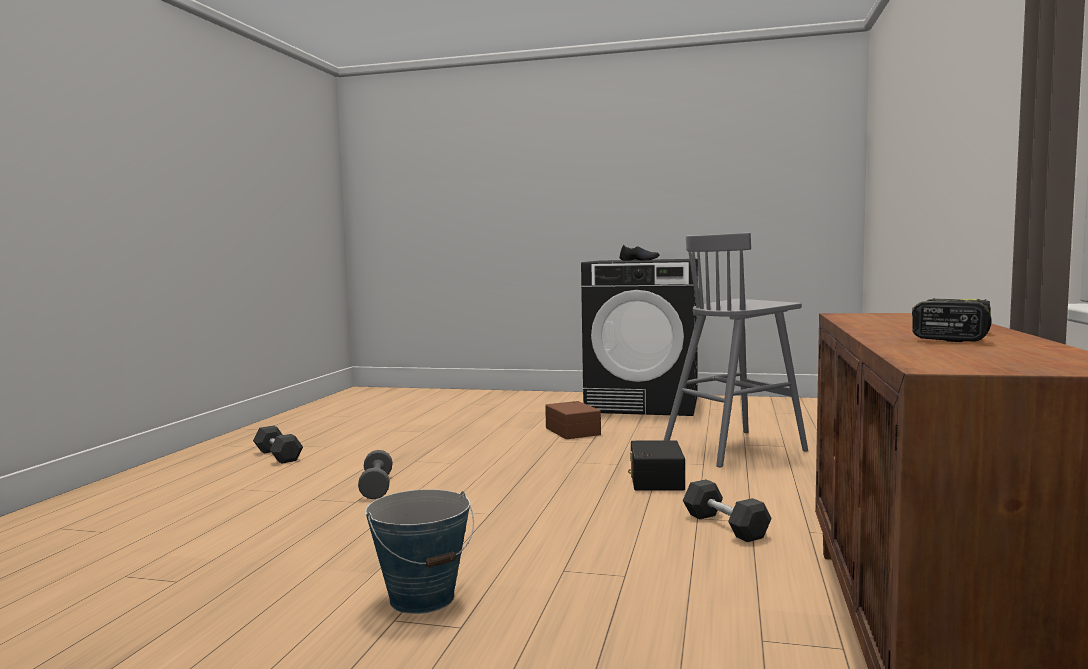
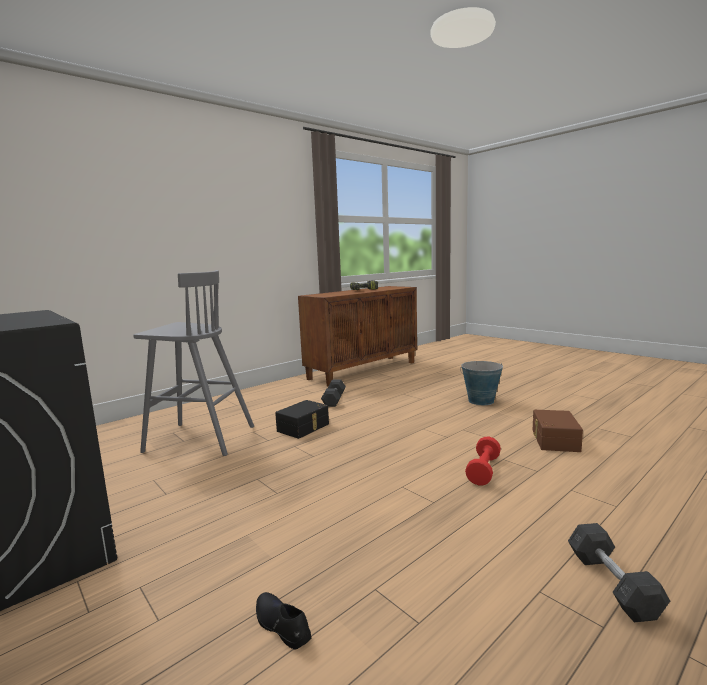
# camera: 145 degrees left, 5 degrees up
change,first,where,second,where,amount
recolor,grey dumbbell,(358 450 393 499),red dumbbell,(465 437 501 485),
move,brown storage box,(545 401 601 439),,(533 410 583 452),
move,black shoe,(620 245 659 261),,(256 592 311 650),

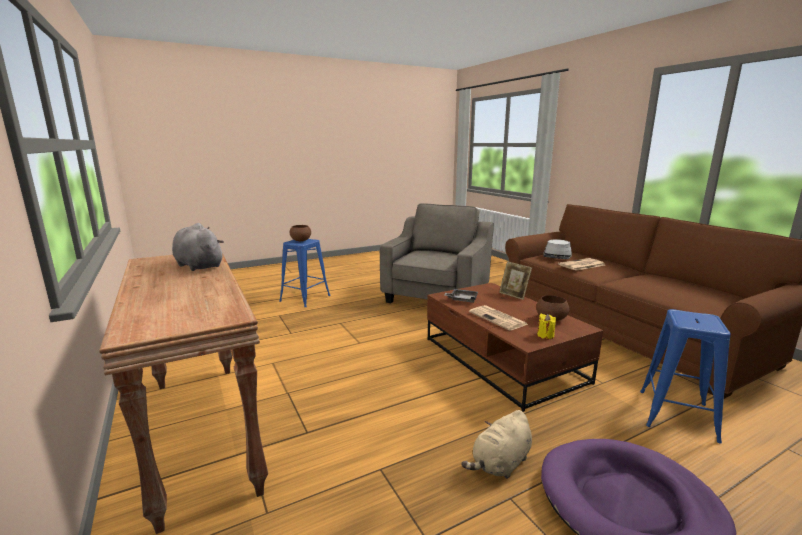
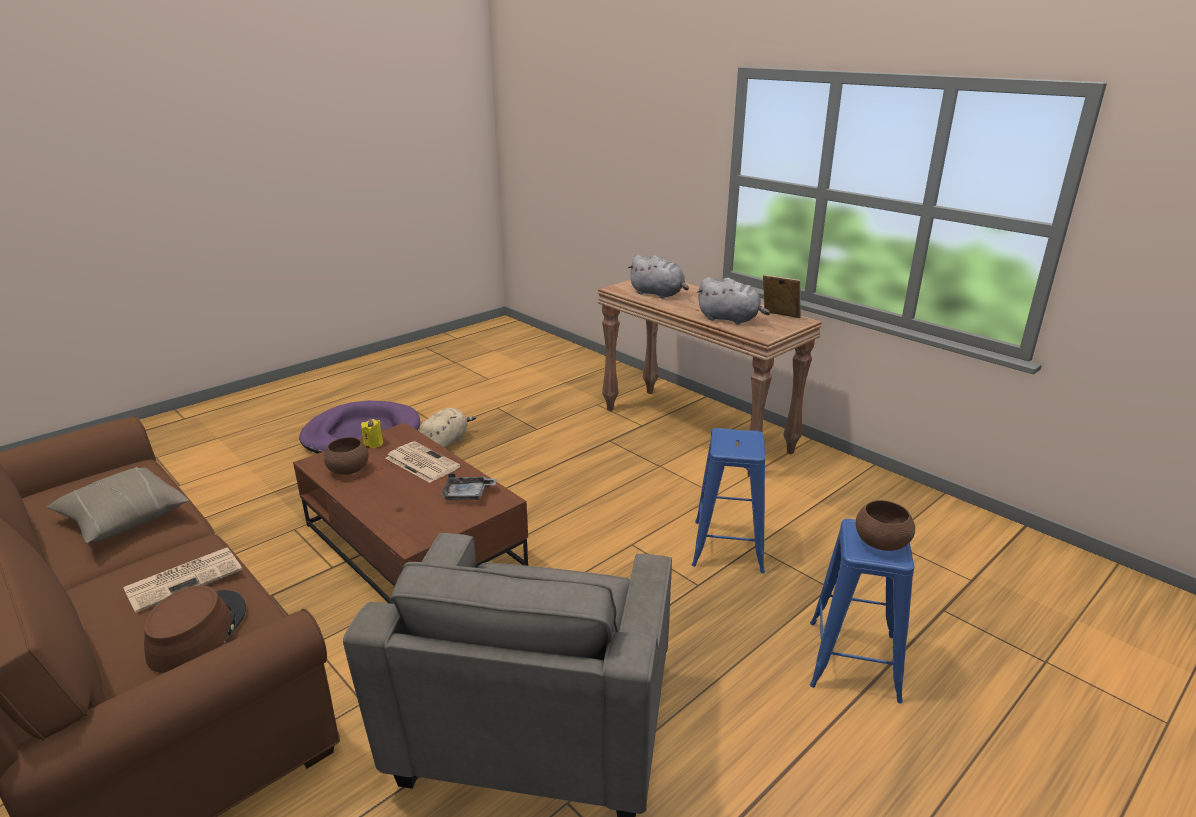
# camera: 165 degrees right, 10 degrees up
change,first,where,second,where,amount
move,picture frame,(499 261 532 300),,(763 275 801 318),
recolor,grey hat,(543 240 572 259),brown hat,(144 585 246 673),
move,blue stool,(640 309 731 444),,(692 428 766 573),
insert,,,beige pillow,(47 467 189 543),
insert,,,grey plush toy,(628 255 689 298),

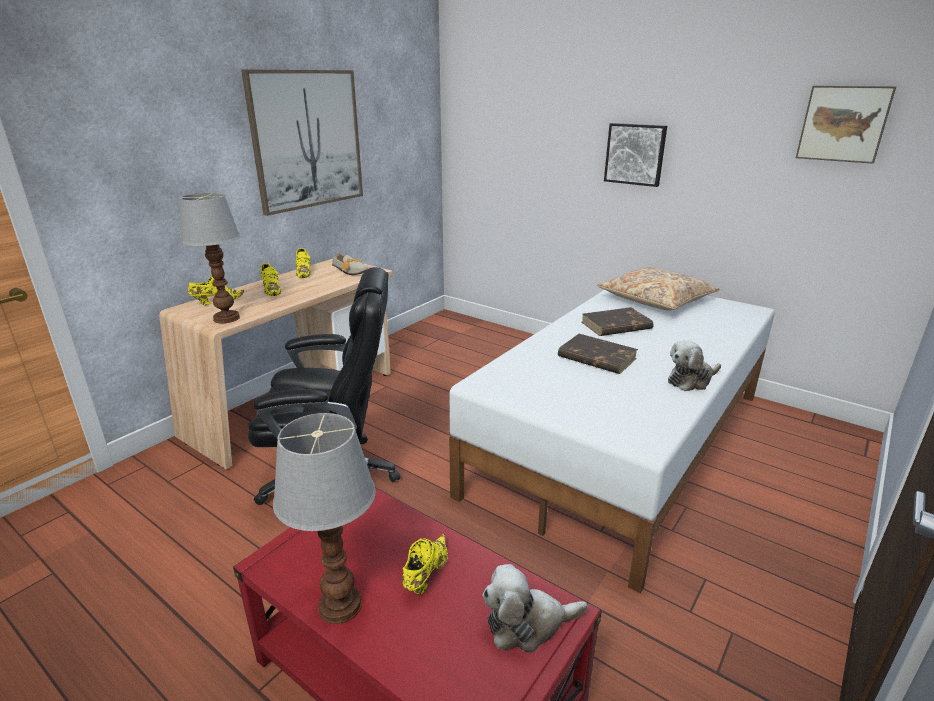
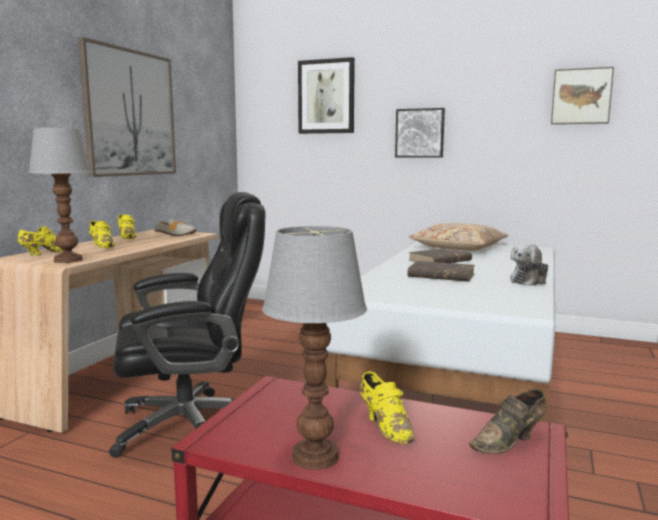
# camera: 15 degrees left, 15 degrees down
change,first,where,second,where,amount
rotate,yellow shoe,(402 533 448 594),,(360 371 415 443),150 degrees clockwise
replace,plush toy,(482 564 588 653),brown shoe,(469 389 546 454),
insert,,,picture,(298 57 355 134),

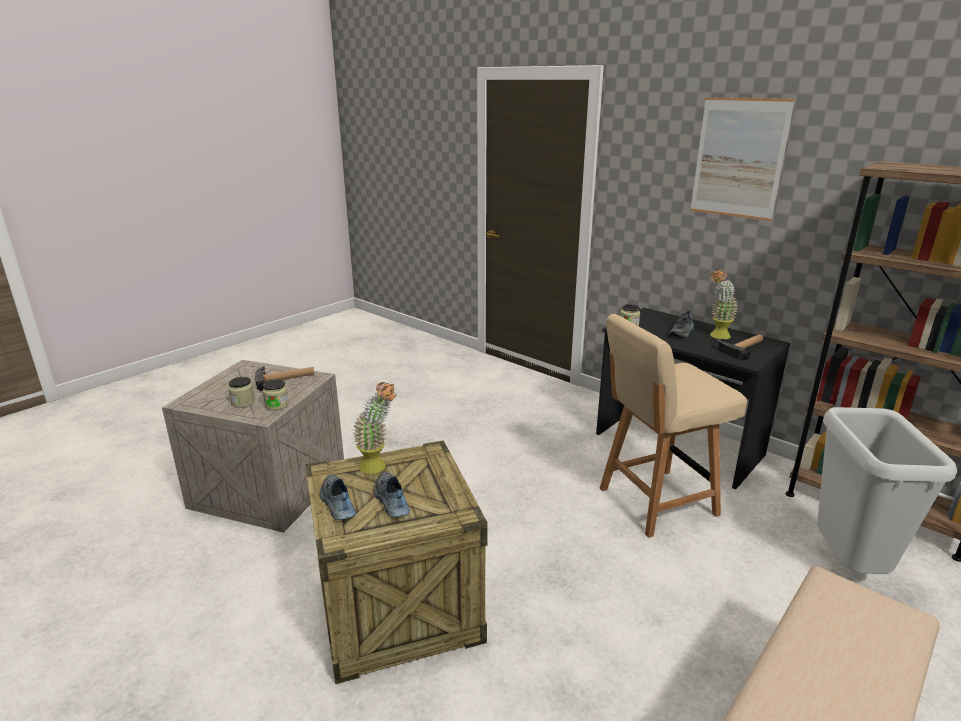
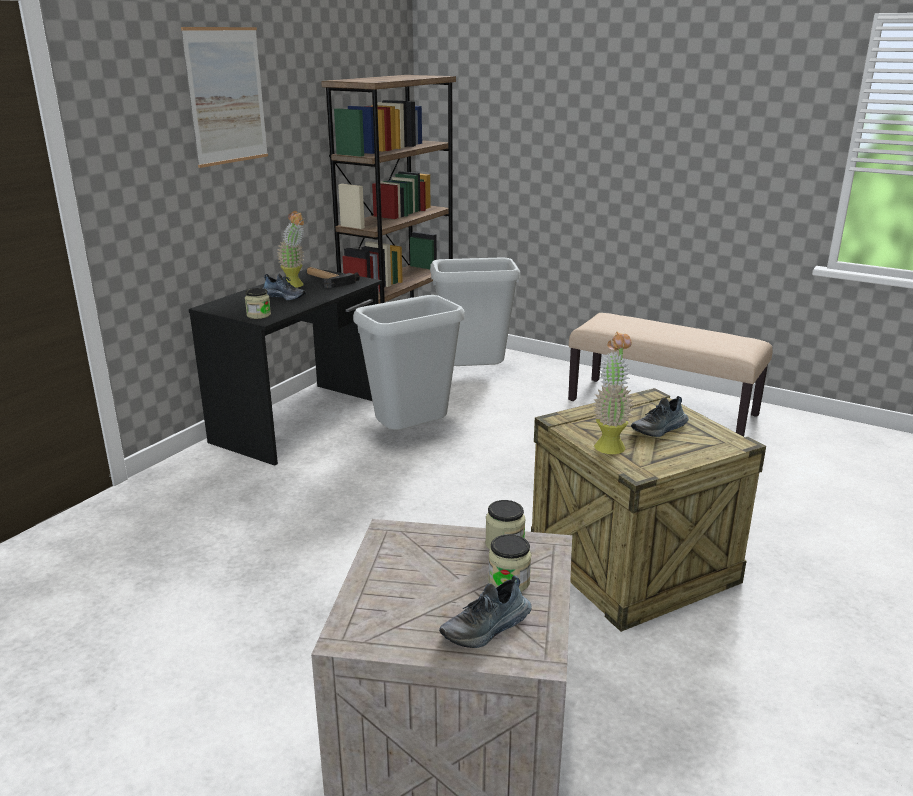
# camera: 100 degrees left, 0 degrees up
change,first,where,second,where,amount
delete,hammer,(255 366 314 391),,,
move,shoe,(320 474 356 520),,(439 576 532 648),
replace,beige chair,(600 314 747 538),grey trash can,(353 295 464 430),

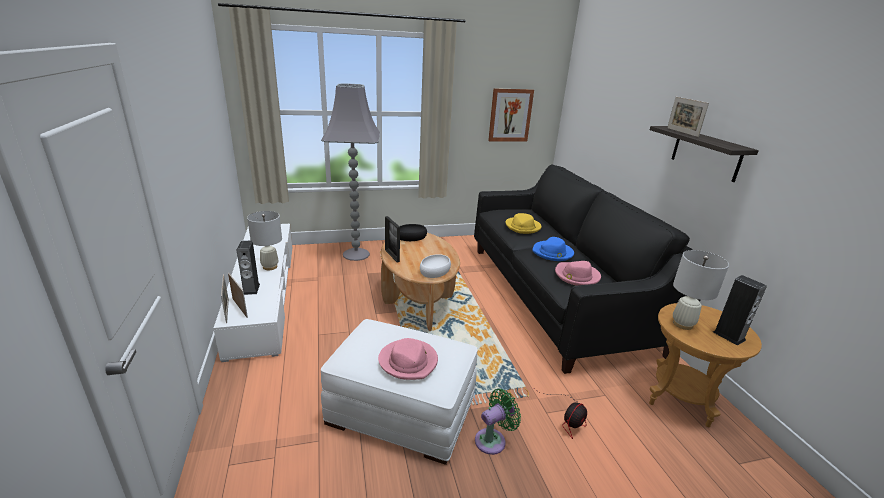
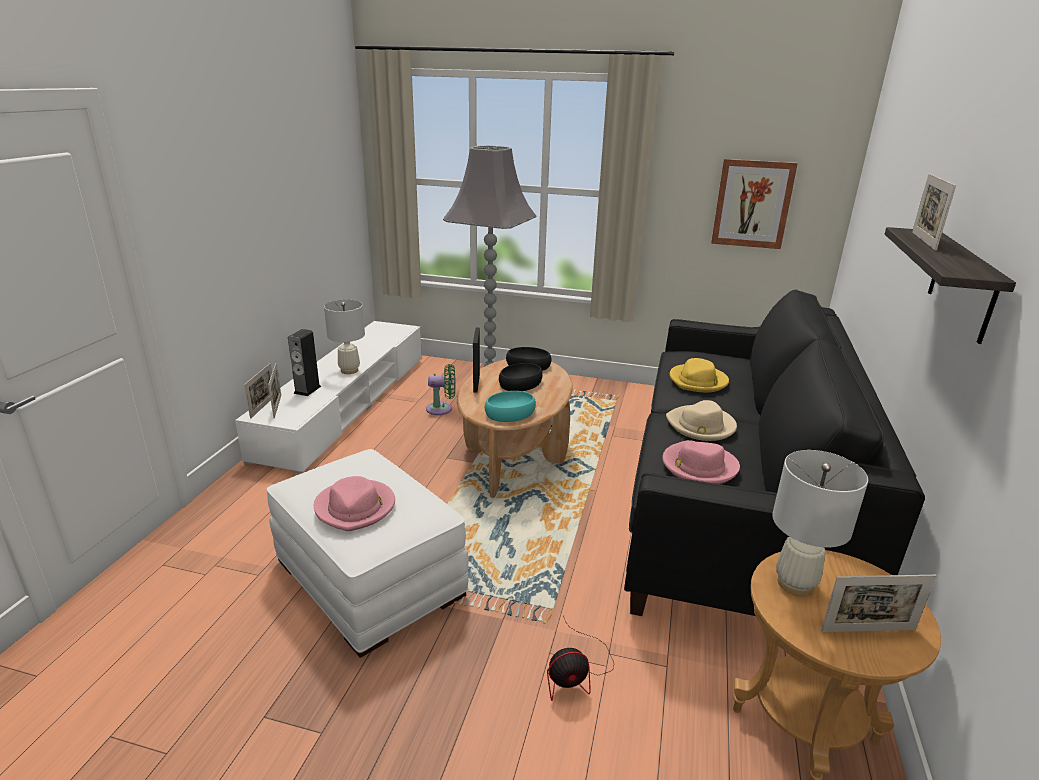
# camera: 30 degrees right, 0 degrees up
change,first,where,second,where,amount
recolor,white bowl,(420 254 451 278),turquoise bowl,(485 391 536 422),
move,green fan,(475 389 521 455),,(426 364 455 415),
recolor,blue hat,(532 237 574 261),beige hat,(666 400 737 441),
replace,speaker,(713 275 767 346),picture frame,(821 575 936 632),
insert,,,black bowl,(499 363 543 391),

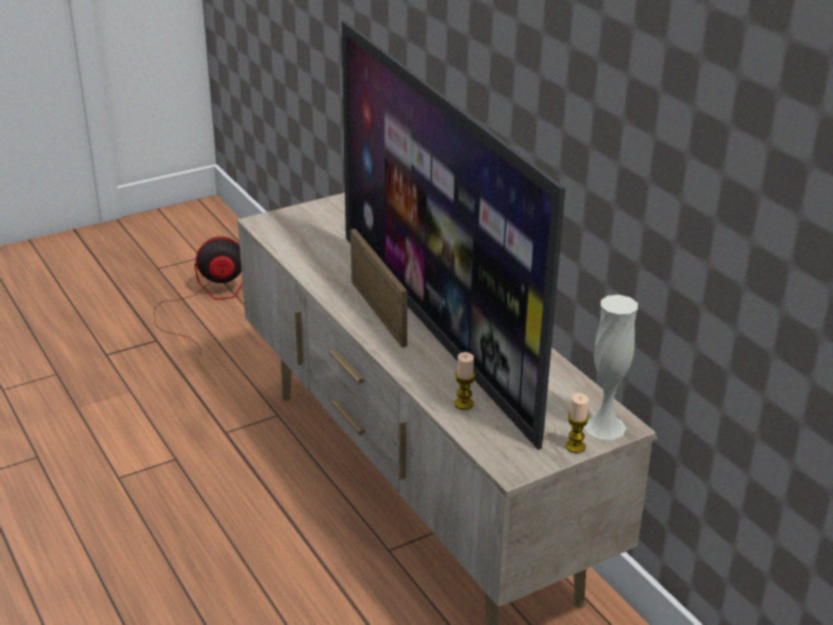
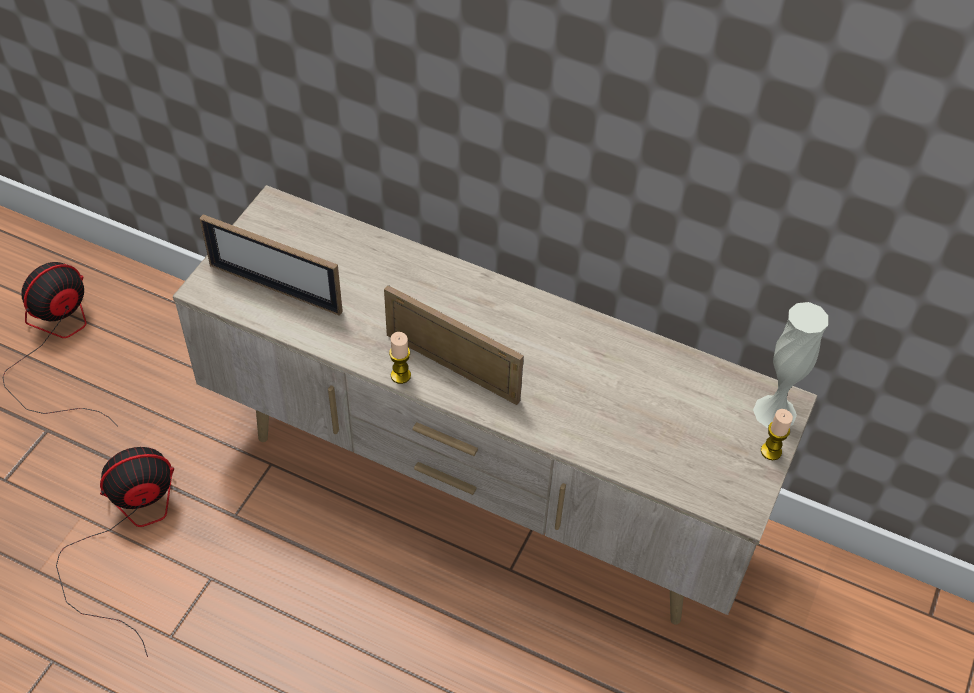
# camera: 35 degrees left, 20 degrees up
change,first,where,second,where,amount
delete,television,(341 20 565 450),,,
move,candle,(454 352 475 410),,(389 332 411 384),
insert,,,fan,(56 447 174 657),
insert,,,picture frame,(199 214 343 316),

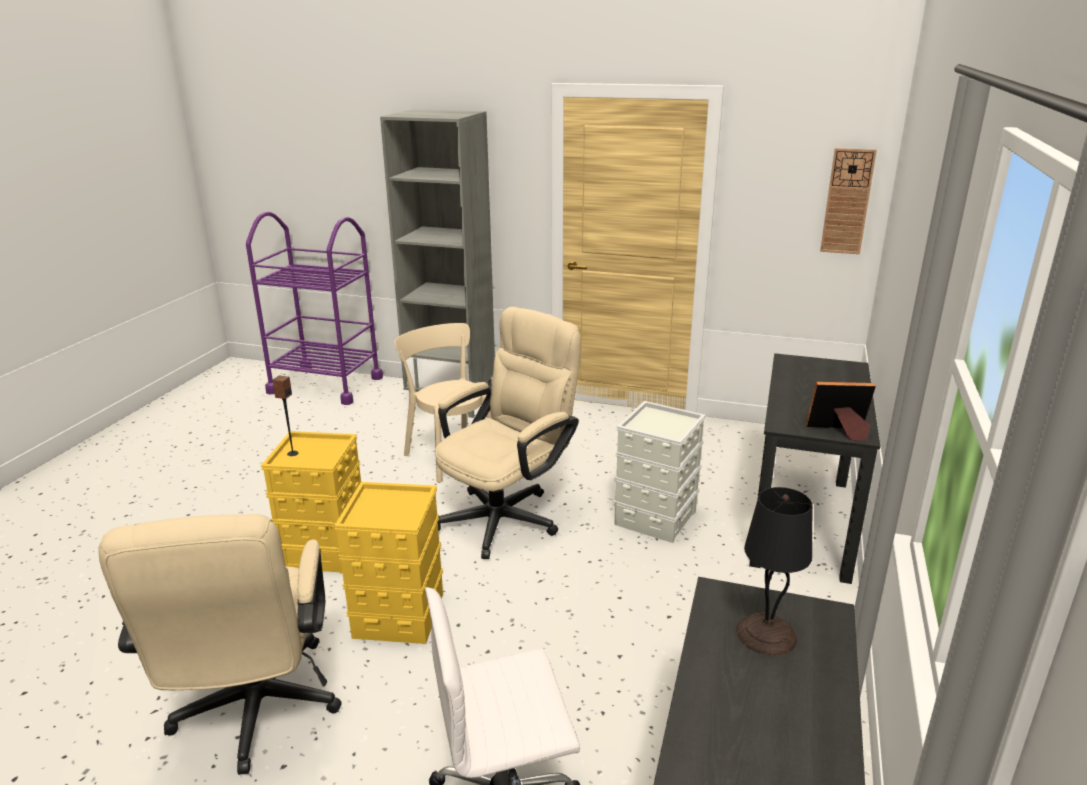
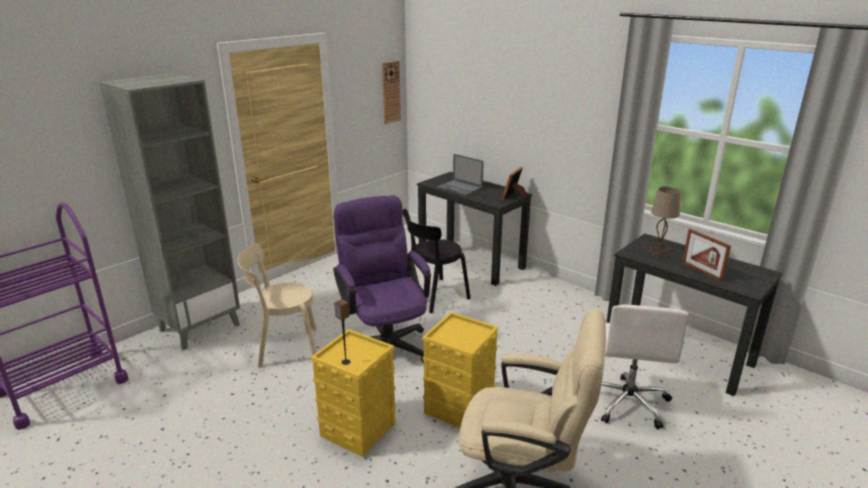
# camera: 65 degrees left, 0 degrees up
change,first,where,second,where,amount
recolor,beige office chair,(435 307 581 559),purple office chair,(333 195 431 363),
replace,grey storage box,(614 401 706 543),black chair,(403 208 471 313),
recolor,black table lamp,(736 487 812 656),beige table lamp,(646 187 681 258),
insert,,,laptop,(436 154 484 196),
insert,,,picture frame,(682 229 731 282),

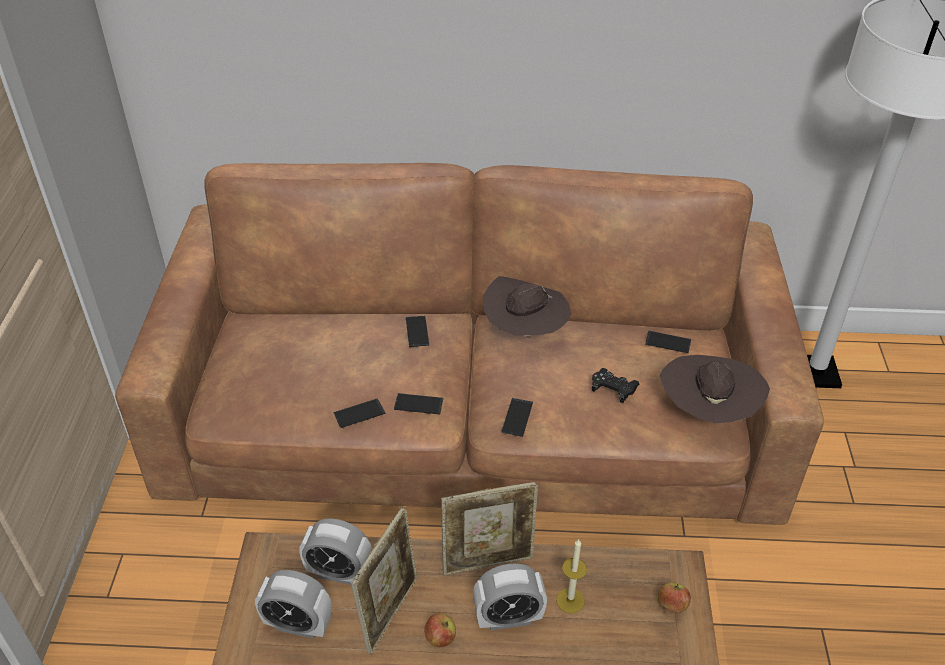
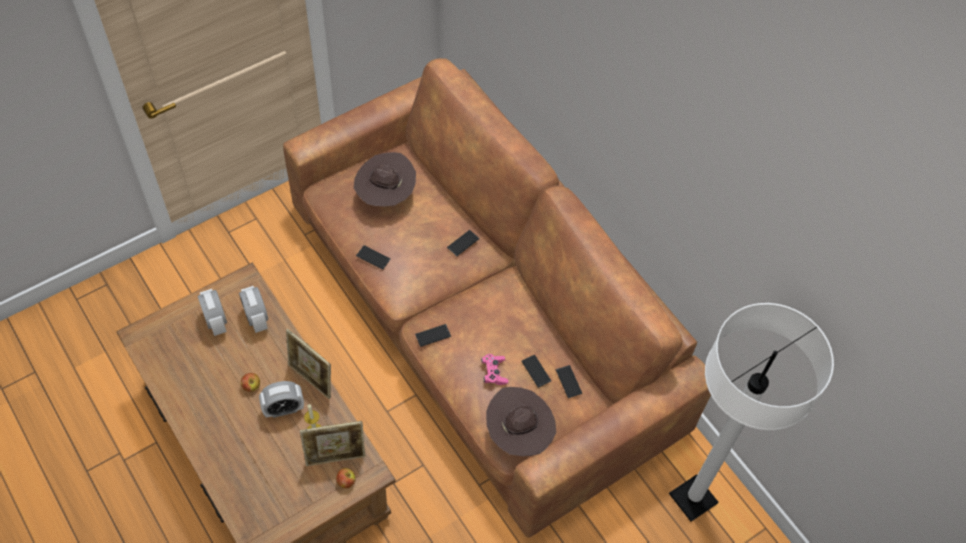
# camera: 50 degrees right, 15 degrees up
change,first,where,second,where,amount
move,picture frame,(351 506 417 655),,(300 421 366 466),
move,phone,(394 393 443 414),,(522 354 551 388),
rotate,alarm clock,(473 563 547 631),,(259 381 304 418),60 degrees counterclockwise
move,brown hat,(483 276 571 338),,(354 152 416 206),
recolor,black game controller,(592 368 640 403),pink game controller,(481 354 508 385),

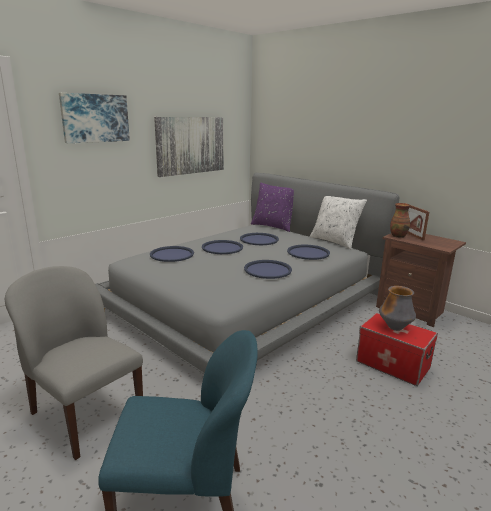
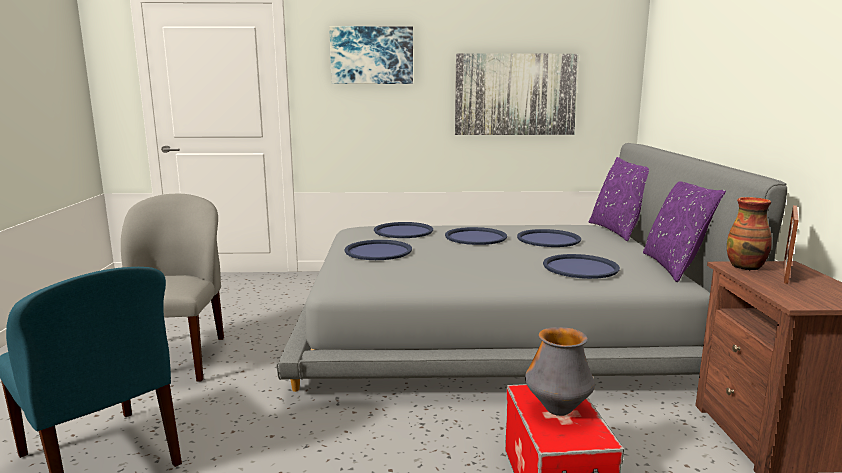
# camera: 45 degrees right, 5 degrees down
change,first,where,second,where,amount
move,blue tray,(244 260 292 279),,(344 240 412 260),
recolor,white pillow,(310 196 367 249),purple pillow,(643 182 726 282),

